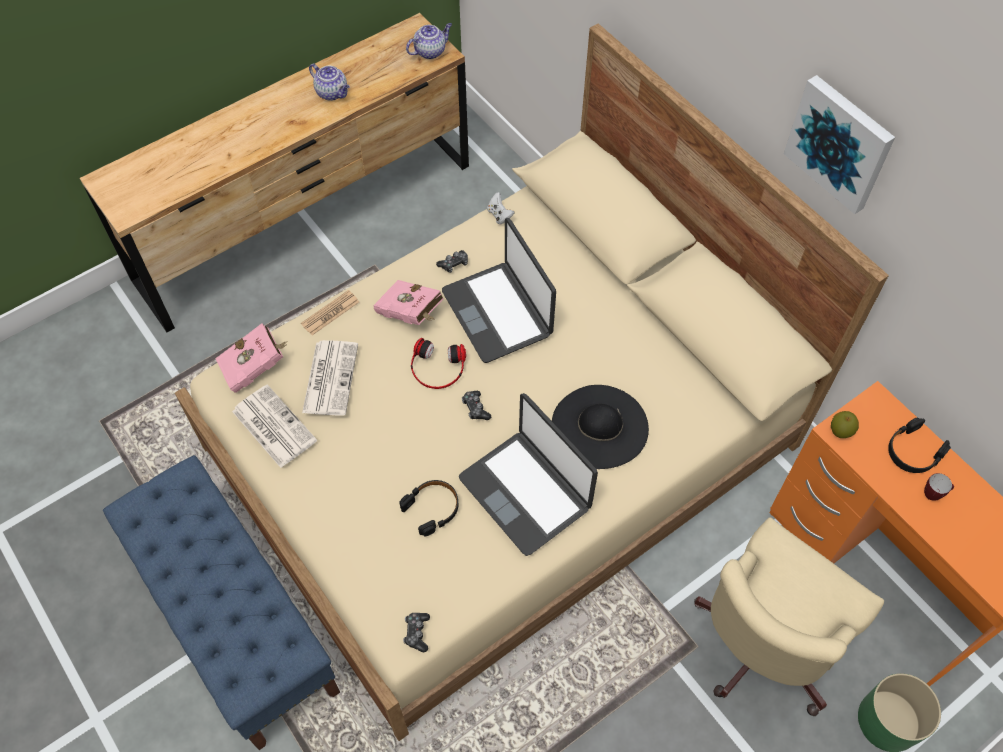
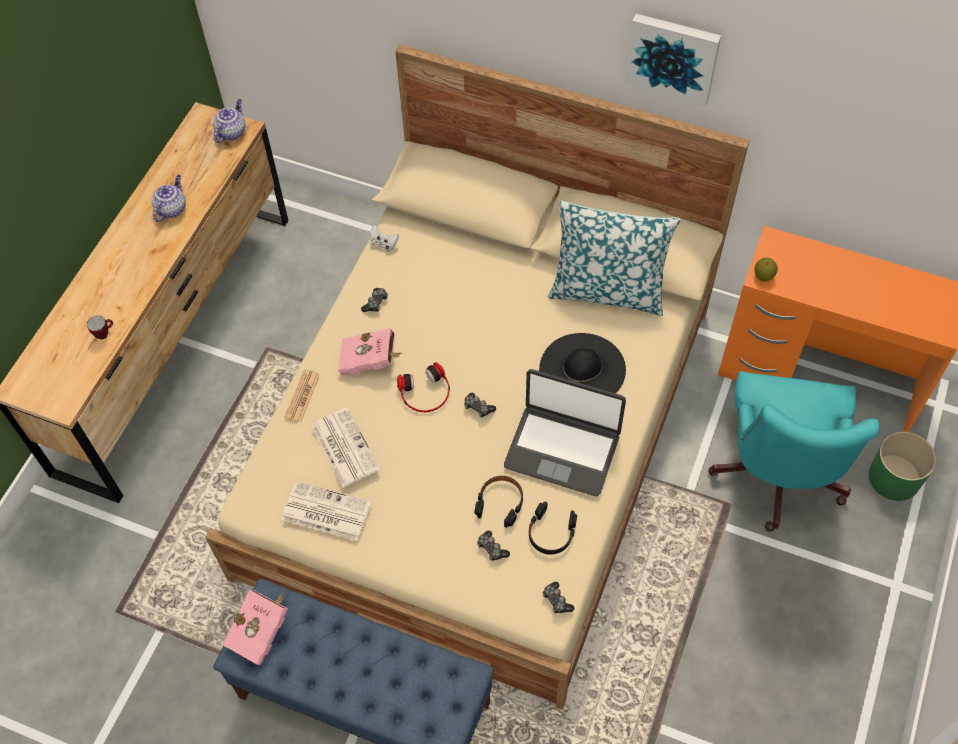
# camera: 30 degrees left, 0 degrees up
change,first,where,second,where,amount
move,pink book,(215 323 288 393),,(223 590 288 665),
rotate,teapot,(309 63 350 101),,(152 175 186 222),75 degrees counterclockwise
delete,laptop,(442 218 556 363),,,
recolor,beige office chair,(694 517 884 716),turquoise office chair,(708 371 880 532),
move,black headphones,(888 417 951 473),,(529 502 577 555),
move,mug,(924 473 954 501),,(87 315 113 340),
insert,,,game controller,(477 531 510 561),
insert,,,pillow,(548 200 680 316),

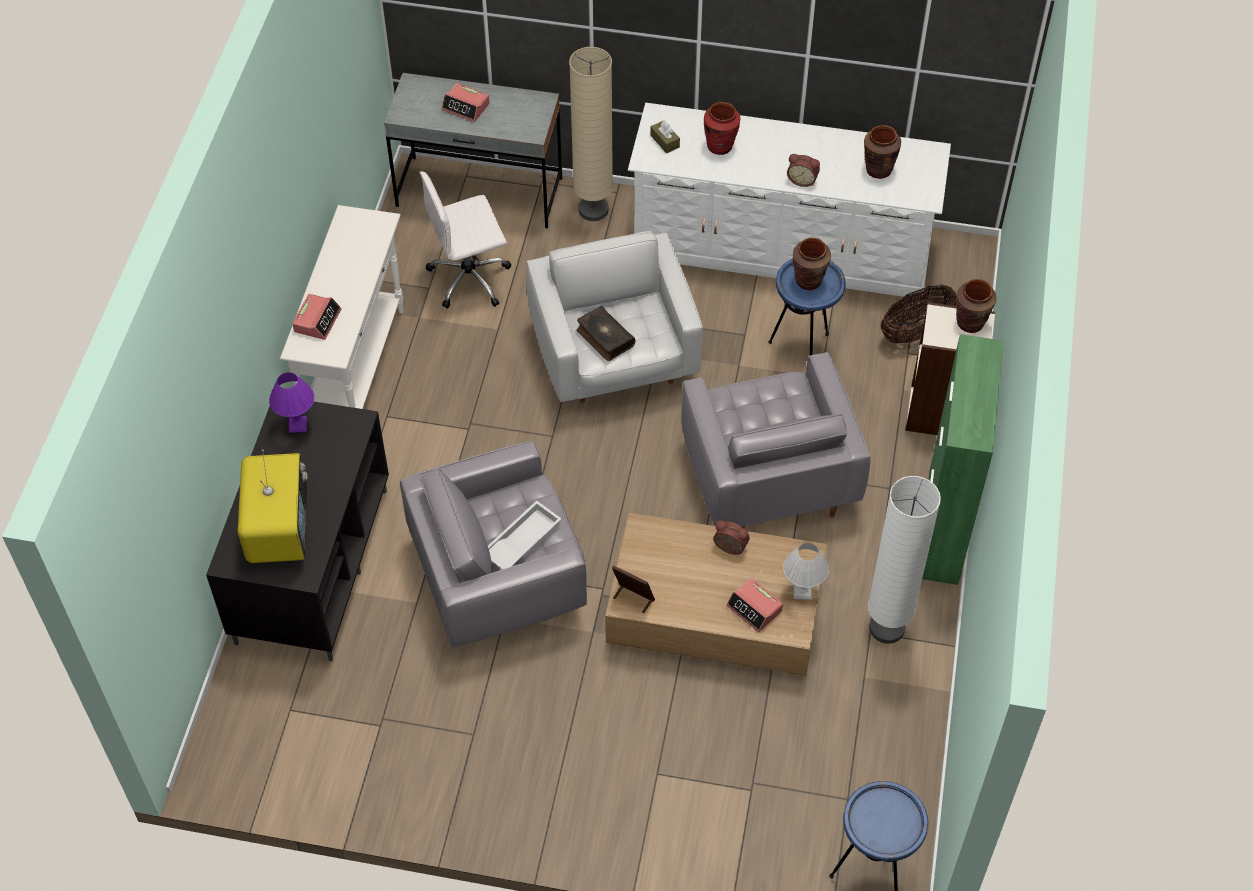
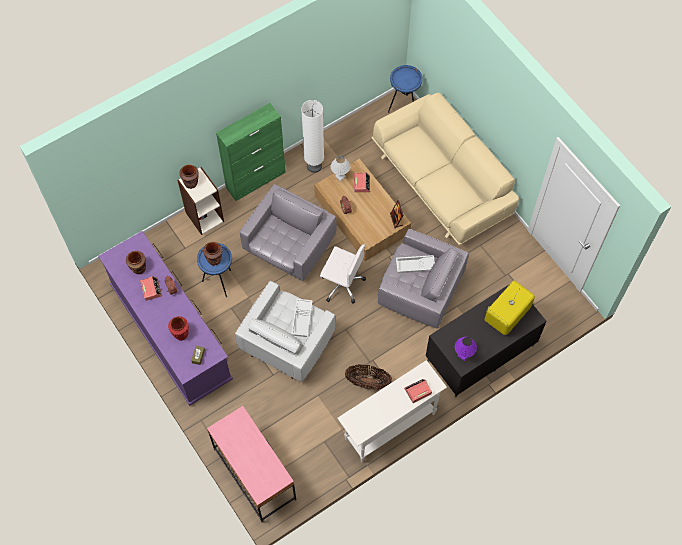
# camera: 135 degrees left, 10 degrees up
change,first,where,second,where,amount
recolor,grey desk,(384 73 562 228),pink desk,(207 406 296 522),
move,white office chair,(420 171 511 308),,(320 244 366 304),
move,alarm clock,(442 83 490 122),,(140 276 162 301),
delete,beige floor lamp,(569 47 613 221),,,
replace,book,(577 306 635 361),white tray,(291 299 312 337),
recolor,white dresser,(628 103 951 297),purple dresser,(98 231 233 406),
move,basket,(881 285 957 344),,(345 364 392 390),
insert,,,beige sofa,(371 93 519 245),

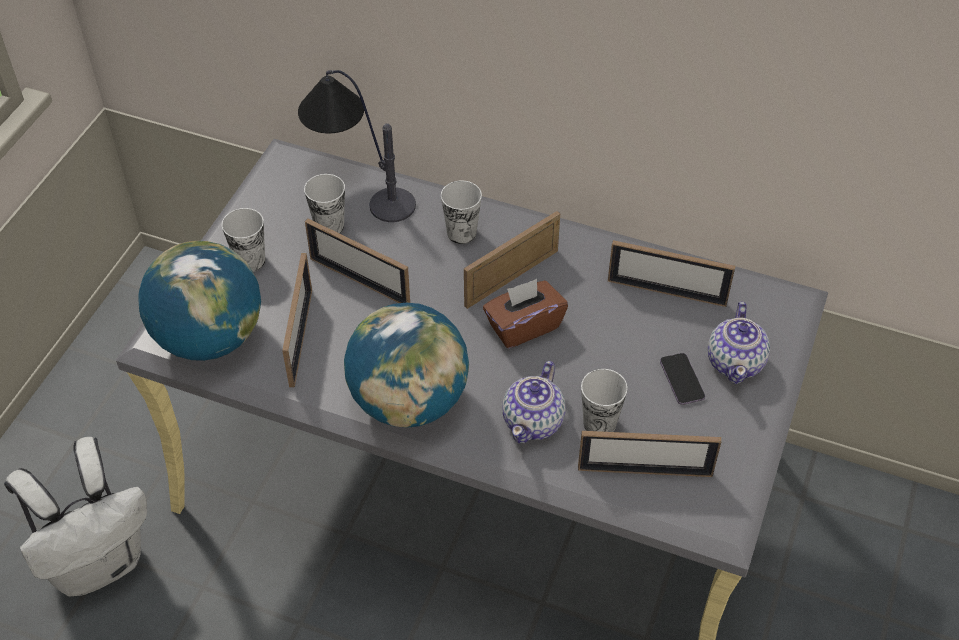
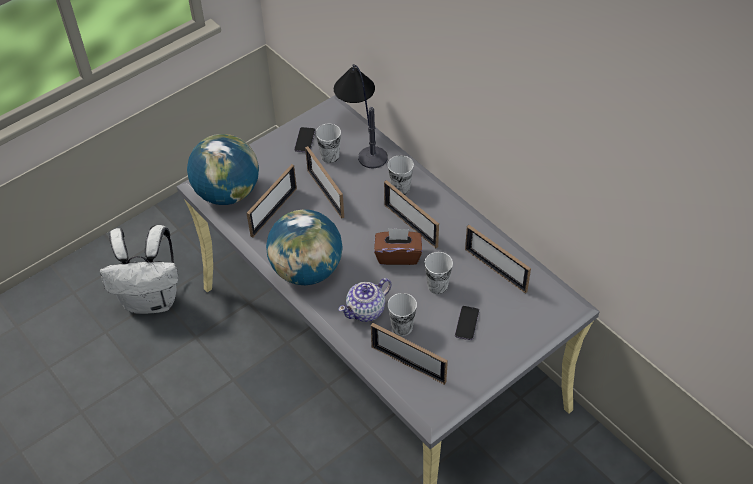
# camera: 30 degrees right, 0 degrees up
change,first,where,second,where,amount
move,cup,(222 208 265 272),,(425 252 453 294),
rotate,picture frame,(464 211 560 309),,(384 180 439 248),120 degrees counterclockwise
delete,teapot,(708 302 770 384),,,
insert,,,phone,(294 127 315 152),

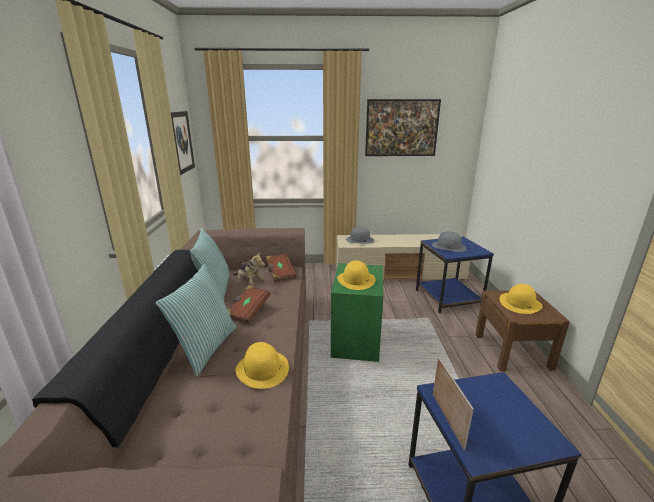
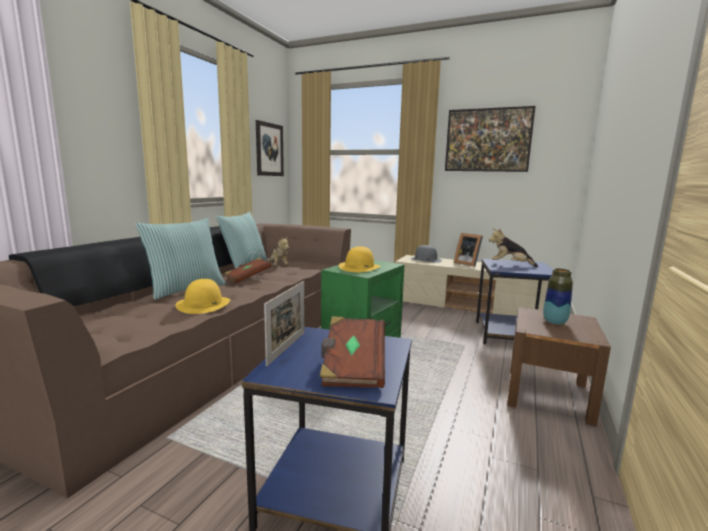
# camera: 25 degrees right, 10 degrees down
change,first,where,second,where,amount
move,brown book,(266 253 296 282),,(319 316 385 388),
replace,grey hat,(432 231 466 252),plush toy,(489 228 538 267),
replace,yellow hat,(499 284 543 314),vase,(543 268 573 325),
insert,,,picture frame,(454 233 483 267),

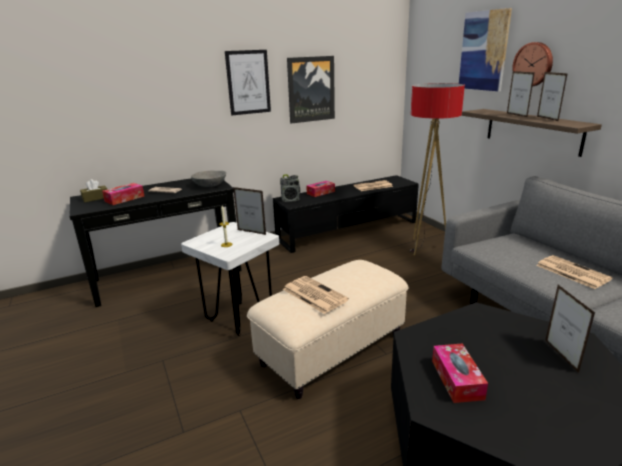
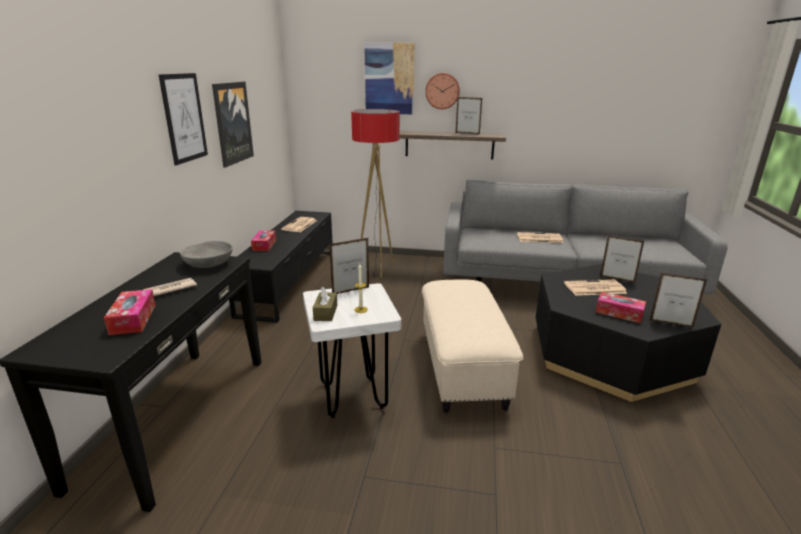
# camera: 55 degrees left, 0 degrees up
change,first,where,second,where,amount
move,brown tissue box,(80 179 107 202),,(313 286 337 321),
delete,radio,(280 174 300 202),,,
move,newspaper,(283 276 349 314),,(564 279 627 296),
move,picture frame,(507 71 535 118),,(650 273 707 328),

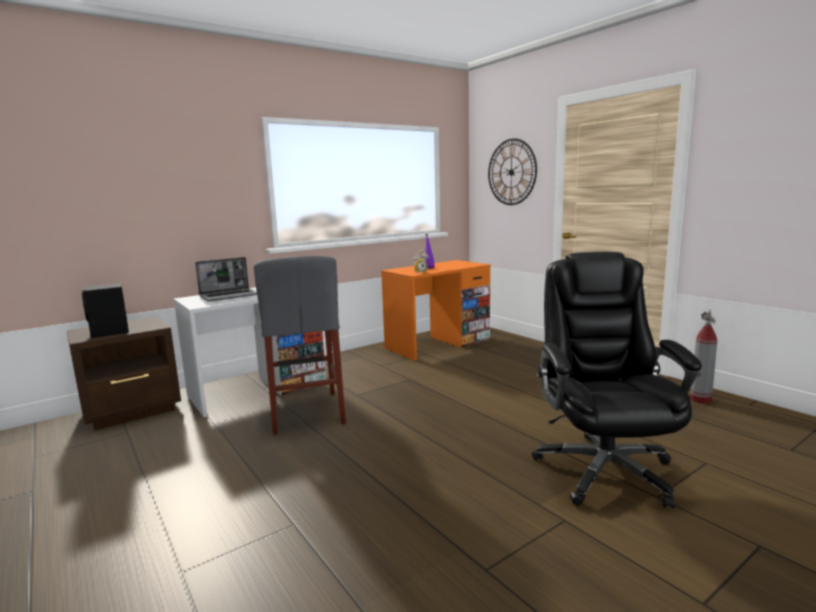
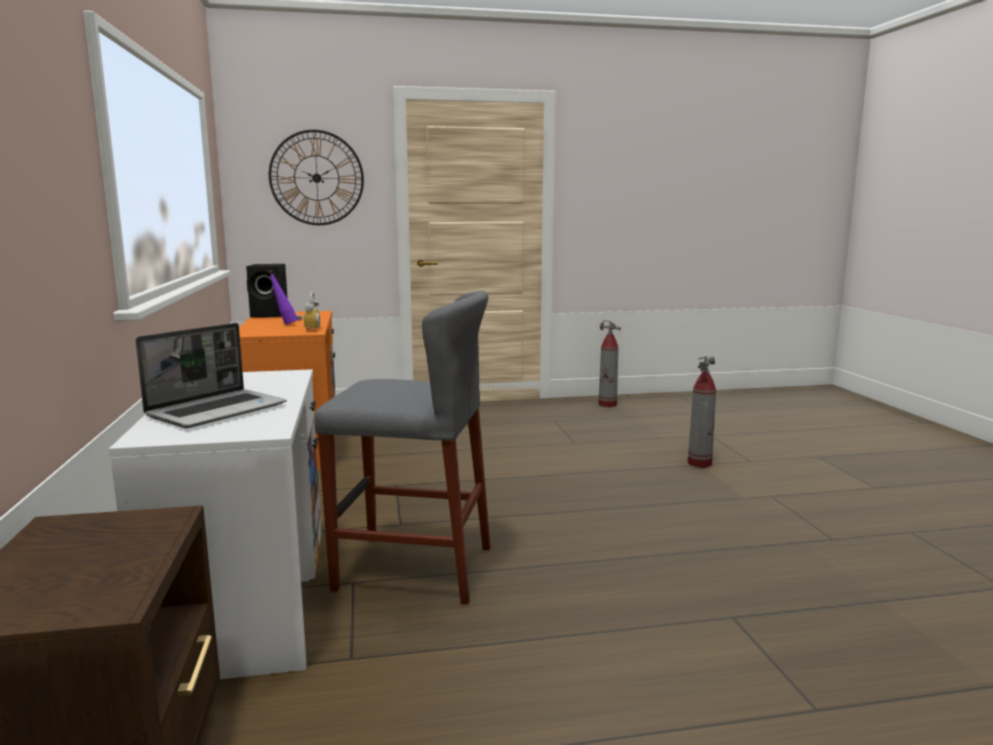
# camera: 65 degrees left, 0 degrees up
change,first,where,second,where,amount
move,black speaker,(82 283 129 338),,(246 264 288 317),
rotate,laptop,(195 257 257 301),,(135 323 286 428),45 degrees clockwise
replace,black office chair,(532 252 702 508),fire extinguisher,(688 356 716 467),

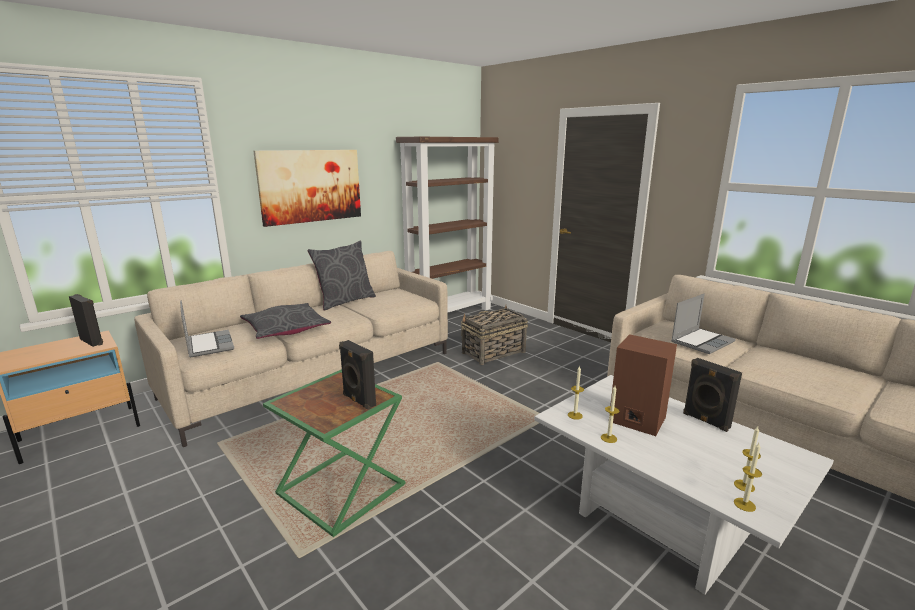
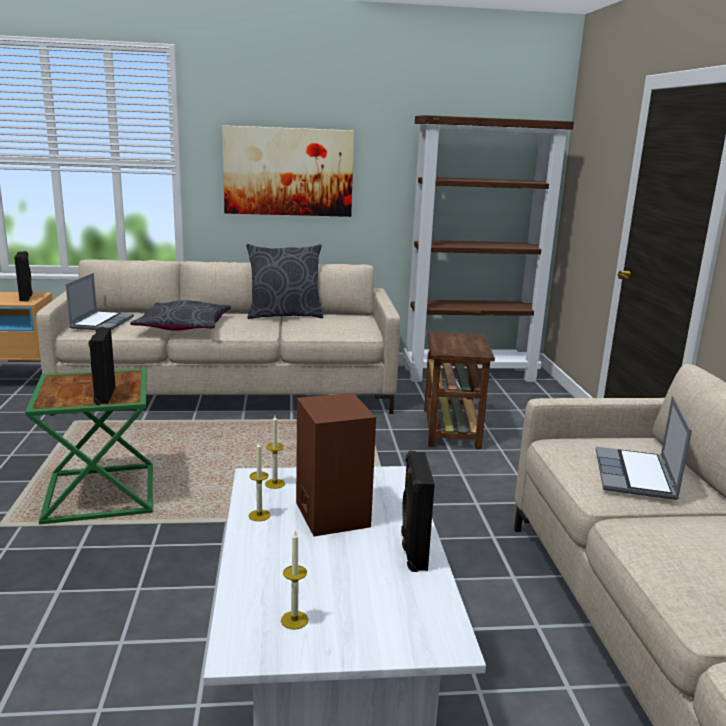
# camera: 35 degrees right, 0 degrees up
change,first,where,second,where,amount
replace,basket,(461 305 528 365),brown side table,(424 332 495 449),
rotate,laptop,(671 294 736 354),,(596 396 692 500),105 degrees clockwise
delete,candle,(734 443 762 512),,,

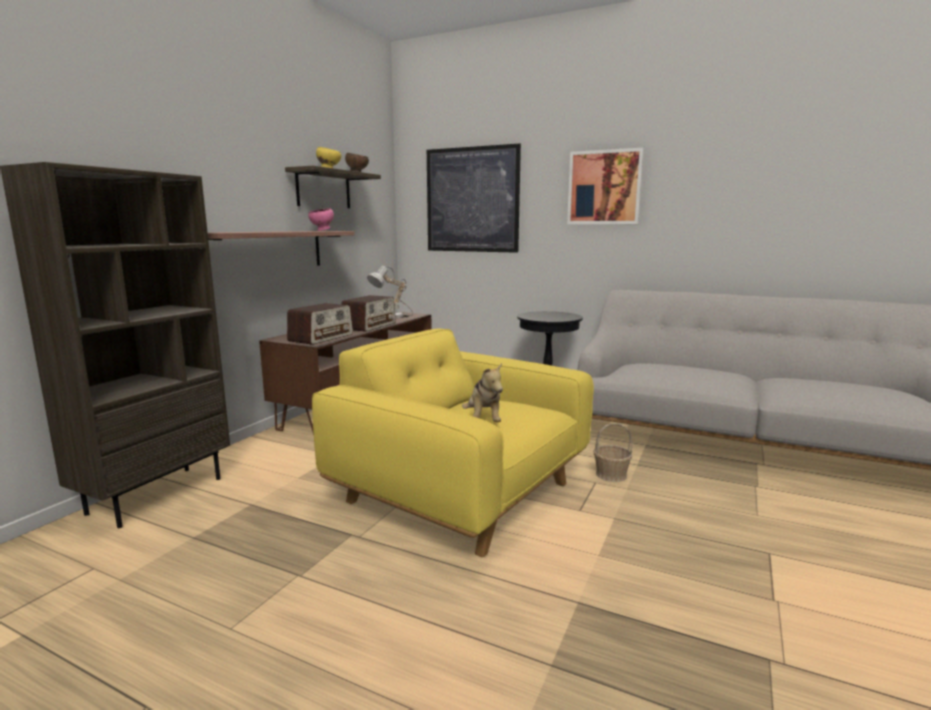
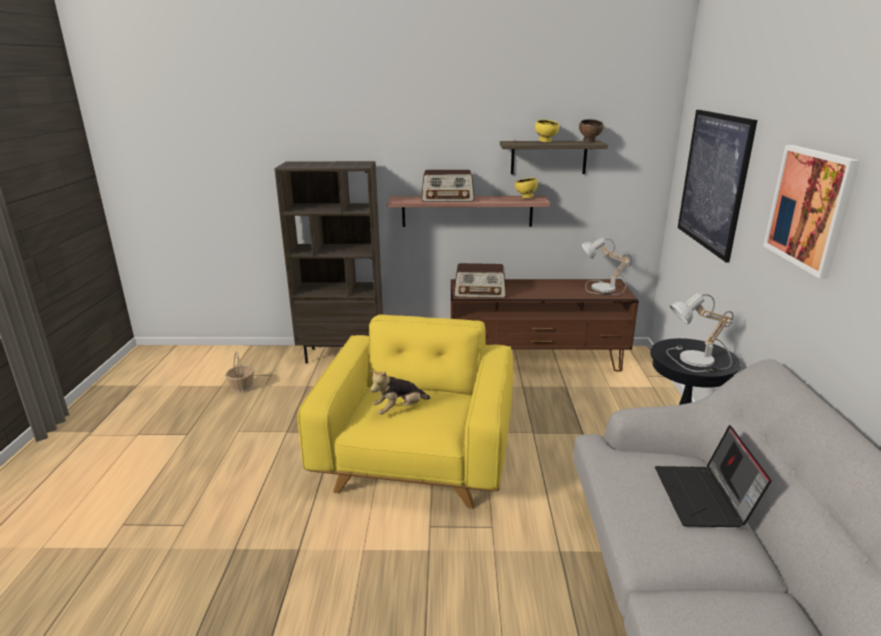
# camera: 65 degrees right, 10 degrees up
change,first,where,second,where,amount
recolor,pink bowl,(308 208 334 231),yellow bowl,(515 178 538 199),
move,radio,(342 295 396 332),,(421 170 474 202),
move,basket,(594 423 632 482),,(226 351 254 394),
insert,,,laptop,(655 425 772 527),
insert,,,table lamp,(666 293 733 372),

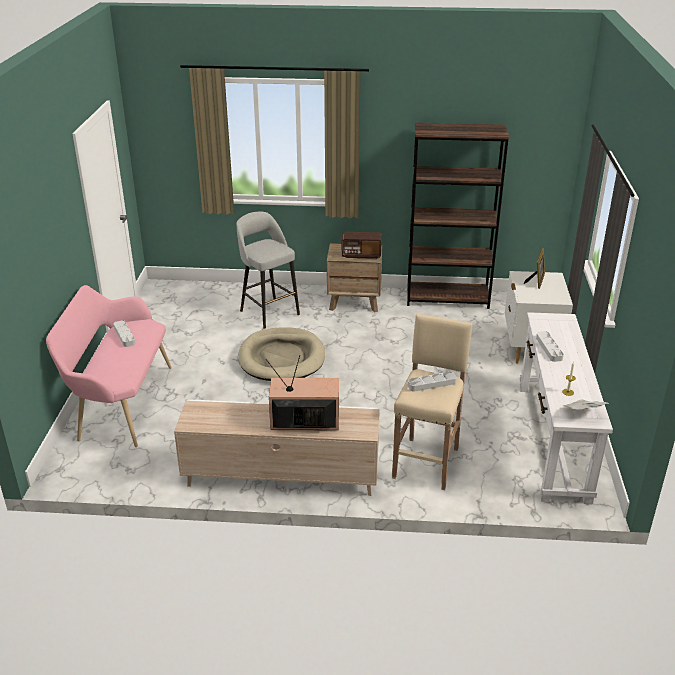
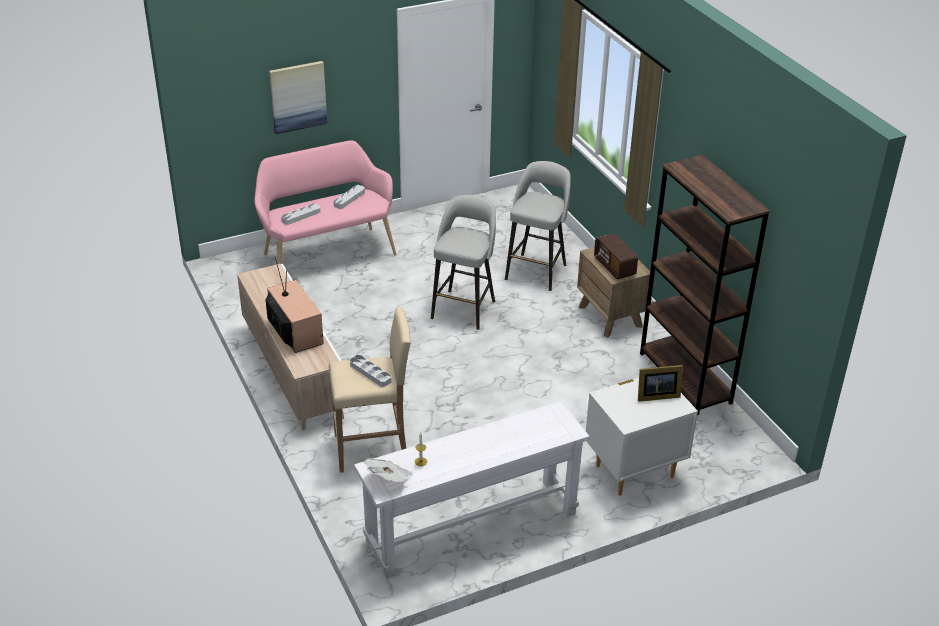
# camera: 60 degrees right, 5 degrees up
change,first,where,second,where,amount
replace,beige dog bed,(238 327 325 381),grey stool,(431 195 496 330),
move,grey tray,(536 331 564 362),,(281 203 321 225),
insert,,,picture,(269 61 327 134),

